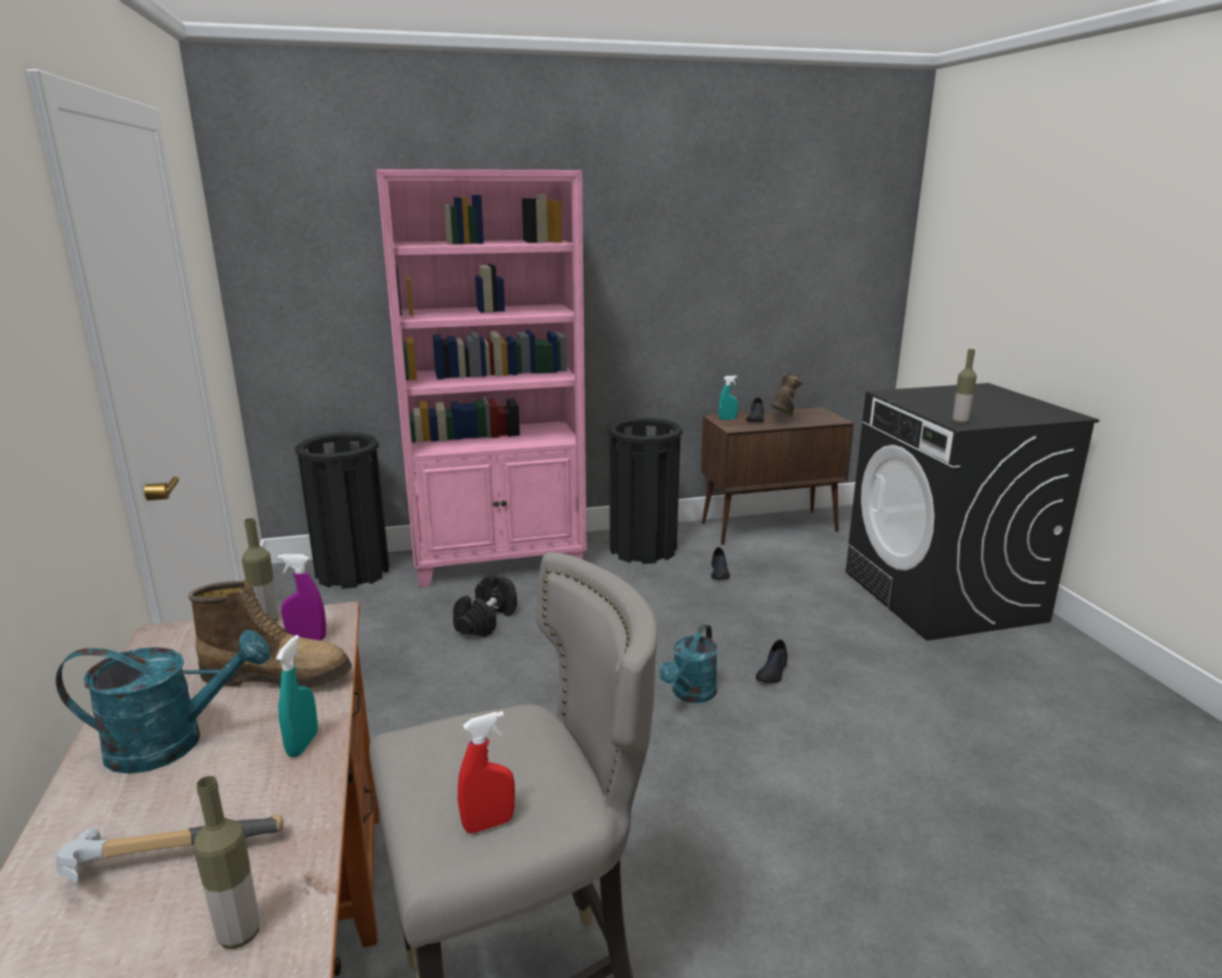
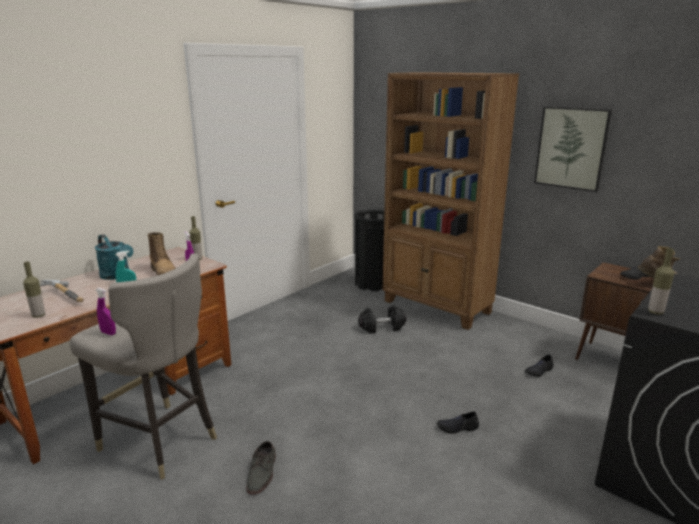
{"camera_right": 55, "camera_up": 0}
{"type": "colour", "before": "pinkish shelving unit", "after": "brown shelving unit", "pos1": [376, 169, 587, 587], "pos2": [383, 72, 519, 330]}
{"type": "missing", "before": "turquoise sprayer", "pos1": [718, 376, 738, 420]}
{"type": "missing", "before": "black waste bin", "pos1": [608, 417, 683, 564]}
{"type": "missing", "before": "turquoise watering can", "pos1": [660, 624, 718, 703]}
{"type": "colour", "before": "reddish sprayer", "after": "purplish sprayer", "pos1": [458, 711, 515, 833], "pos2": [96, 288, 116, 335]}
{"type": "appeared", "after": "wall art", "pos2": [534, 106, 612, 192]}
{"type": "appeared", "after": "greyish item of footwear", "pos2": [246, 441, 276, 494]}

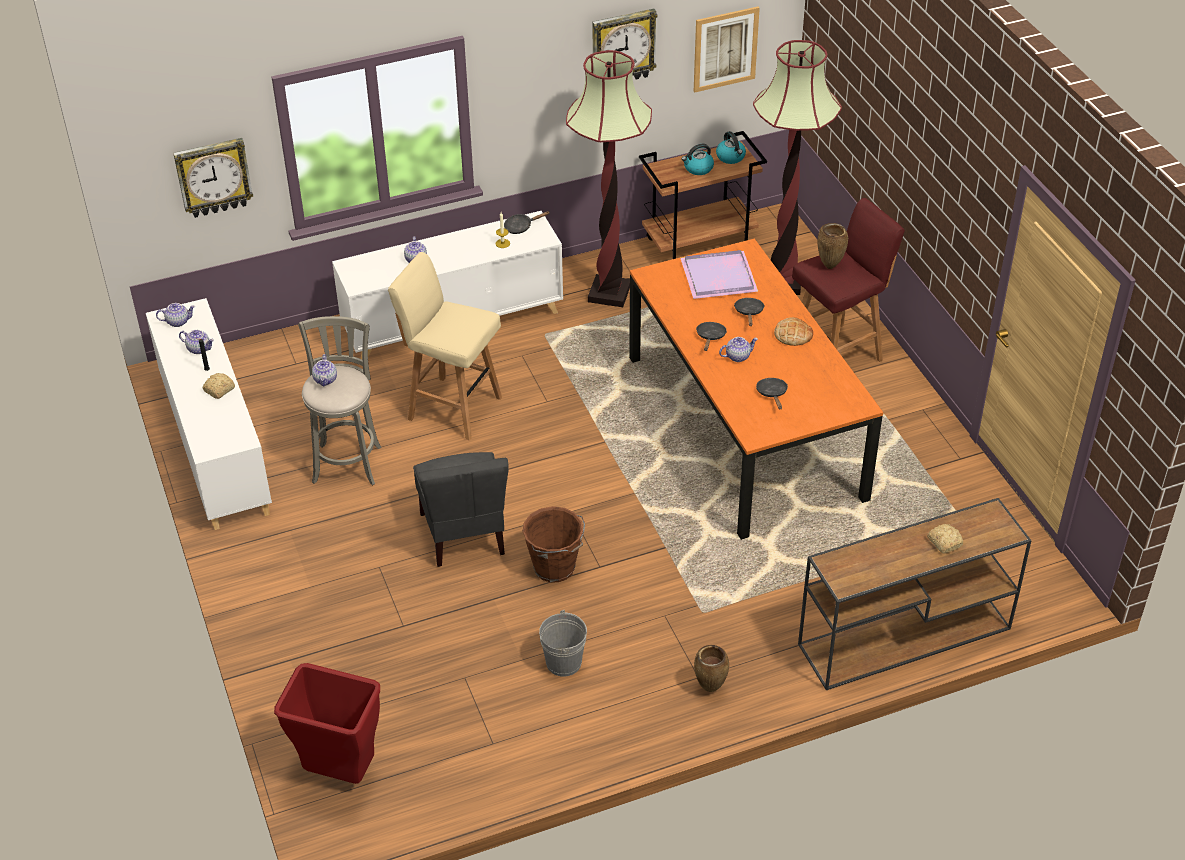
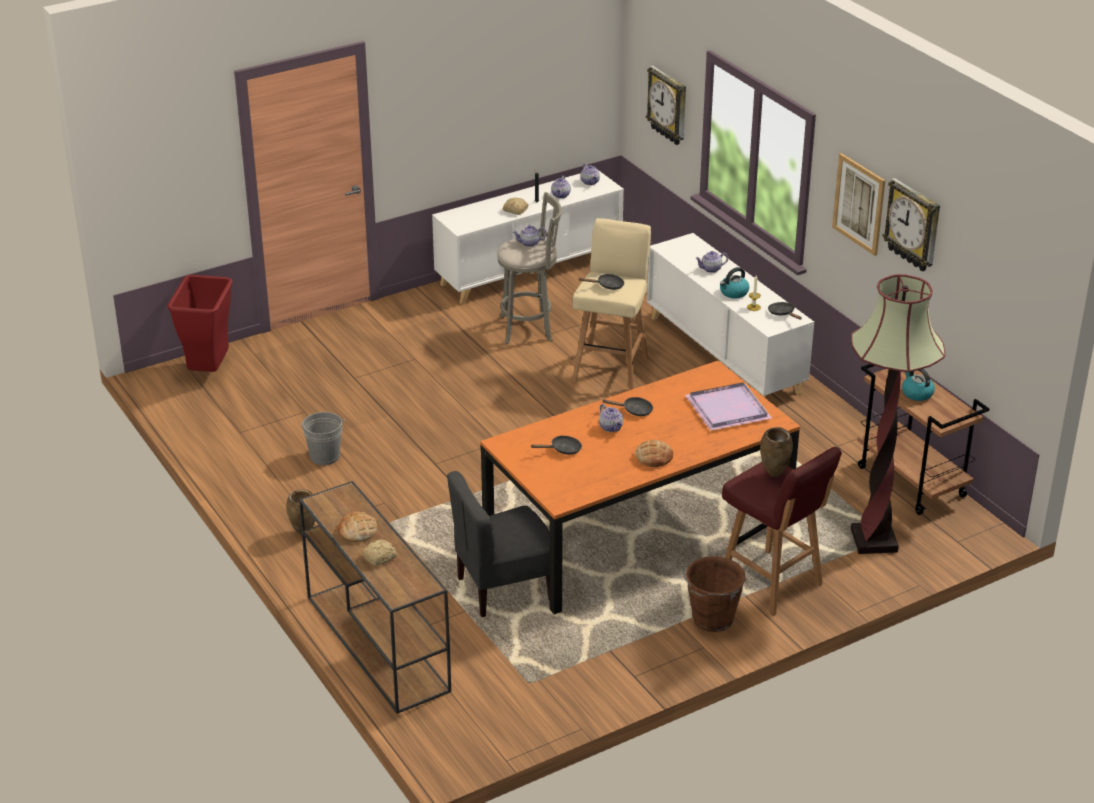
{"camera_right": 80, "camera_up": -10}
{"type": "relocated", "before": "wall art", "pos1": [694, 7, 760, 92], "pos2": [832, 153, 885, 256]}
{"type": "missing", "before": "standing lamp", "pos1": [566, 50, 652, 307]}
{"type": "relocated", "before": "water kettle", "pos1": [716, 131, 746, 164], "pos2": [720, 267, 749, 298]}
{"type": "relocated", "before": "black pan", "pos1": [734, 298, 765, 326], "pos2": [578, 274, 624, 290]}
{"type": "relocated", "before": "greyish plain chair", "pos1": [413, 452, 509, 567], "pos2": [447, 471, 550, 617]}
{"type": "relocated", "before": "brown water bucket", "pos1": [523, 506, 585, 582], "pos2": [683, 556, 746, 632]}
{"type": "appeared", "after": "baked bread", "pos2": [337, 511, 377, 542]}

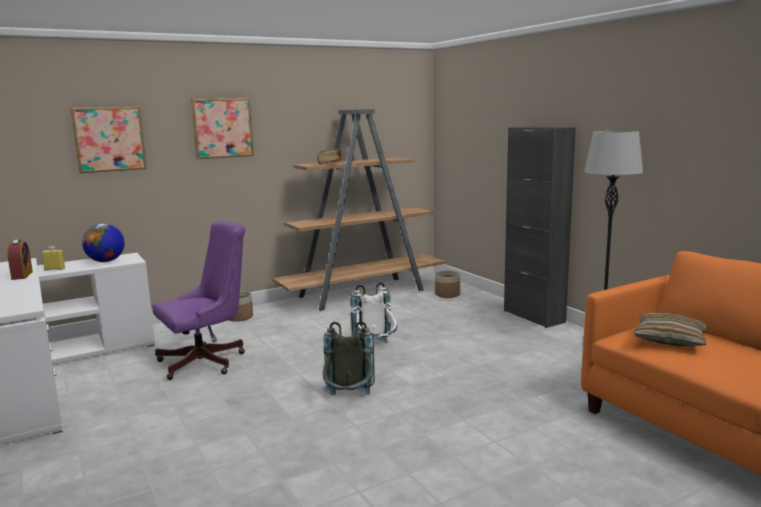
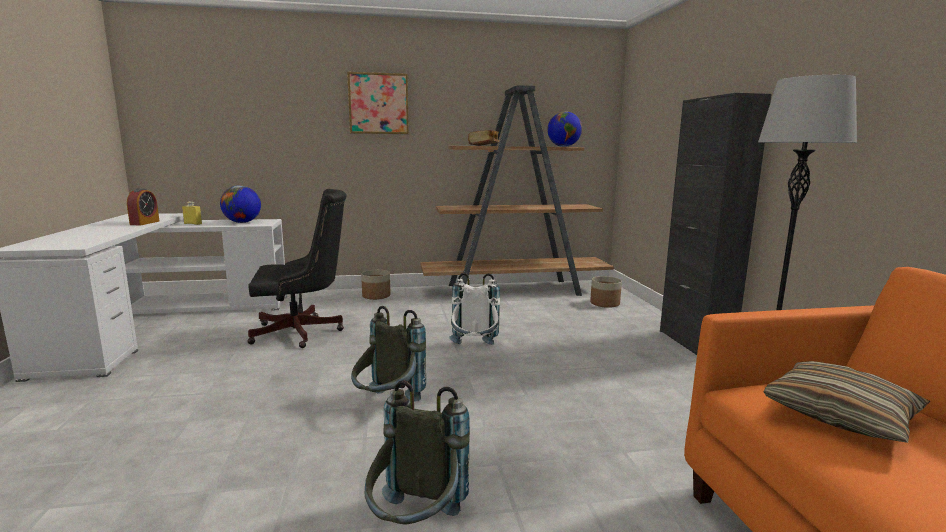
{"camera_right": 20, "camera_up": 0}
{"type": "missing", "before": "wall art", "pos1": [71, 107, 147, 173]}
{"type": "colour", "before": "purplish desk chair", "after": "black desk chair", "pos1": [152, 221, 245, 380], "pos2": [247, 189, 347, 348]}
{"type": "appeared", "after": "globe", "pos2": [547, 111, 582, 147]}
{"type": "appeared", "after": "greyish backpack", "pos2": [364, 380, 470, 525]}

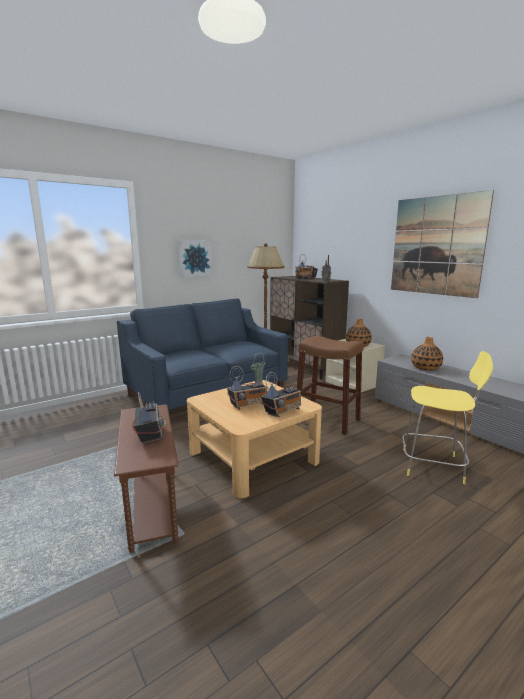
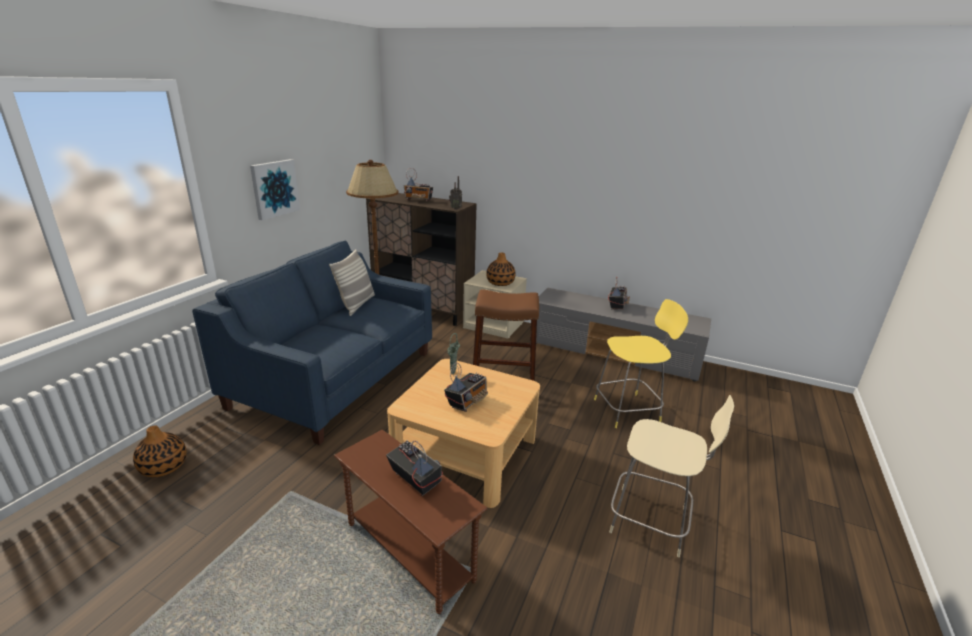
{"camera_right": -30, "camera_up": 10}
{"type": "missing", "before": "wall art", "pos1": [391, 190, 494, 298]}
{"type": "relocated", "before": "decorative vase", "pos1": [411, 337, 443, 370], "pos2": [133, 426, 187, 477]}
{"type": "relocated", "before": "radio receiver", "pos1": [261, 372, 301, 417], "pos2": [608, 277, 630, 310]}
{"type": "appeared", "after": "throw pillow", "pos2": [329, 249, 375, 316]}
{"type": "appeared", "after": "beige stool", "pos2": [609, 395, 734, 557]}

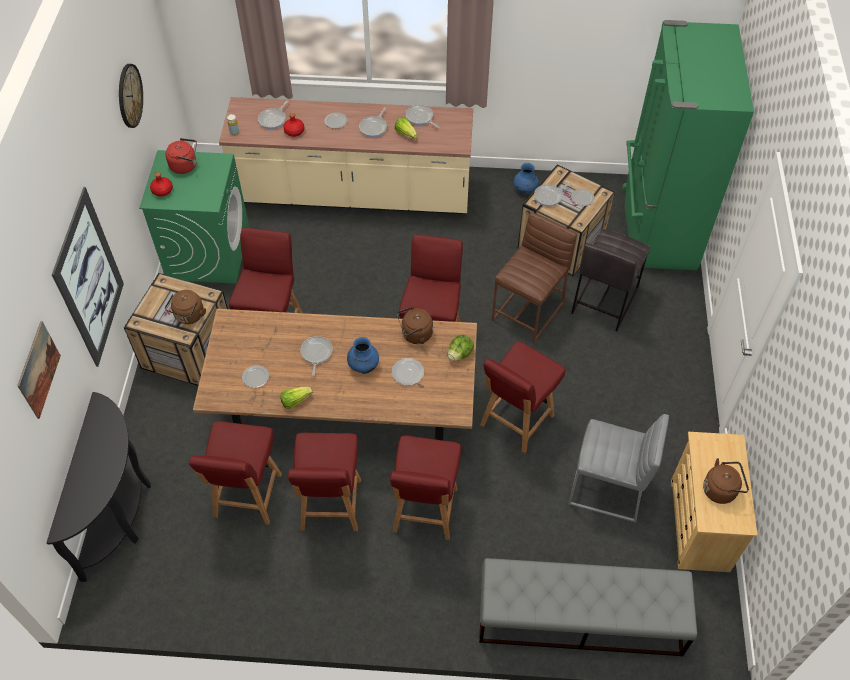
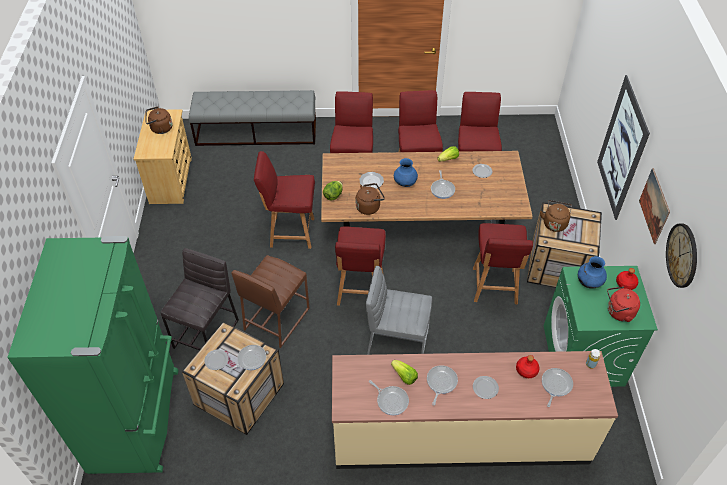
{"camera_right": 175, "camera_up": -5}
{"type": "relocated", "before": "bluish decorative vase", "pos1": [513, 163, 539, 194], "pos2": [578, 256, 607, 289]}
{"type": "relocated", "before": "wall art", "pos1": [17, 321, 61, 419], "pos2": [639, 168, 670, 244]}
{"type": "spun", "before": "reddish plain chair", "pos1": [480, 341, 566, 453], "pos2": [254, 151, 315, 249], "turn": -120}
{"type": "missing", "before": "black hall table", "pos1": [46, 392, 151, 582]}
{"type": "relocated", "before": "greyish stool", "pos1": [568, 414, 669, 522], "pos2": [366, 266, 432, 355]}

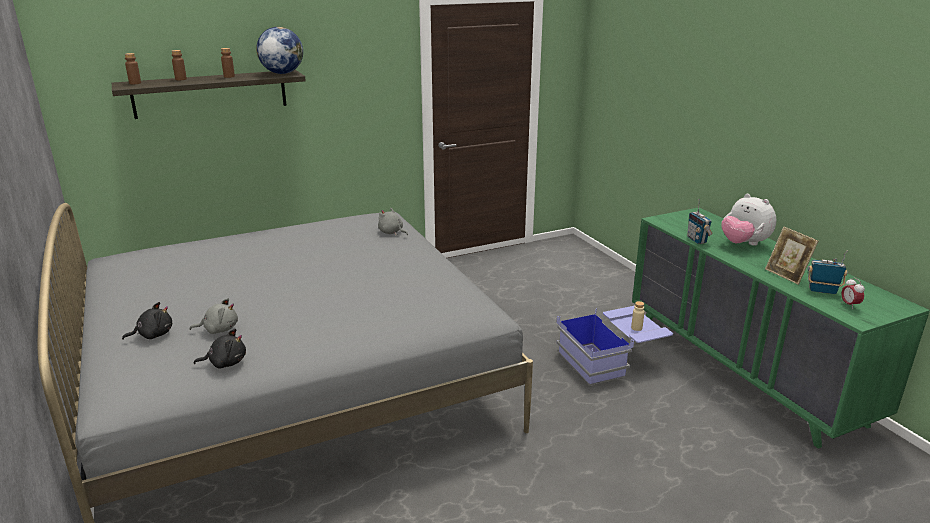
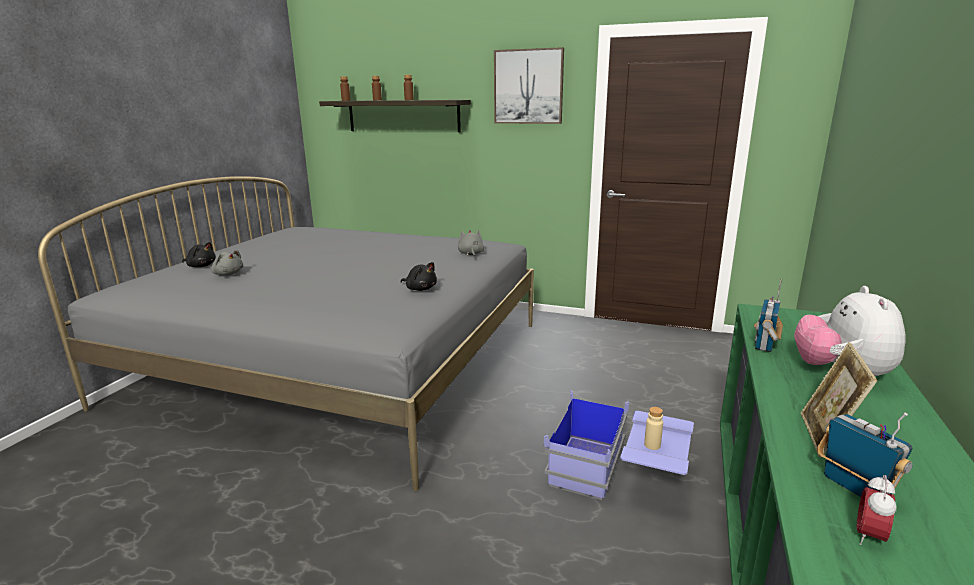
{"camera_right": 45, "camera_up": -5}
{"type": "missing", "before": "globe", "pos1": [256, 27, 303, 74]}
{"type": "relocated", "before": "black plush toy", "pos1": [194, 329, 246, 369], "pos2": [401, 262, 437, 291]}
{"type": "appeared", "after": "wall art", "pos2": [494, 47, 564, 124]}

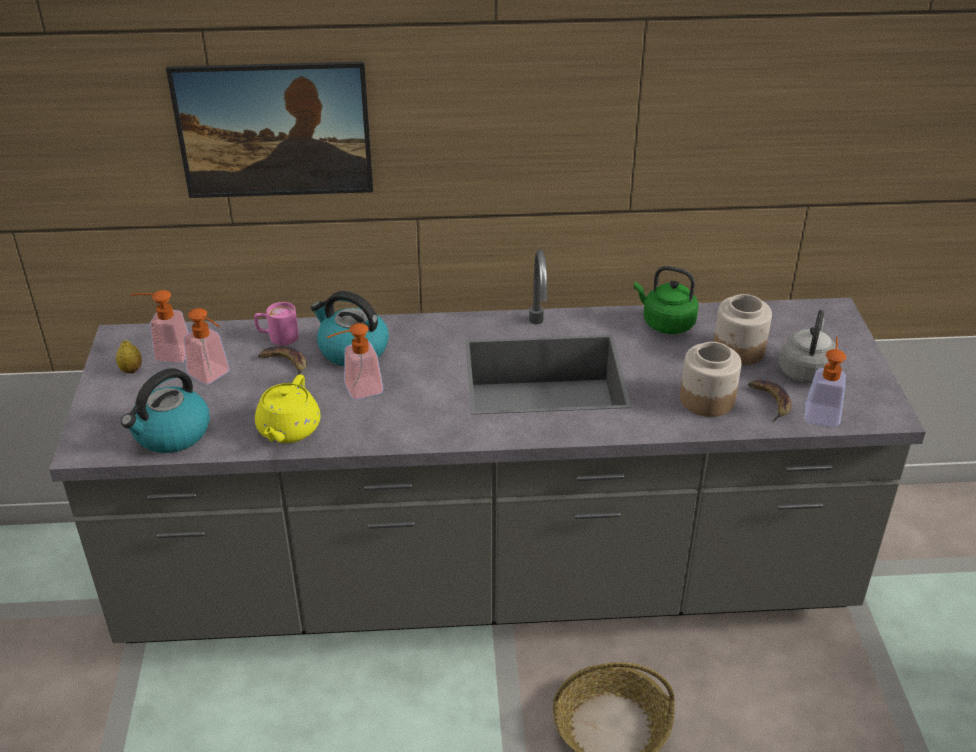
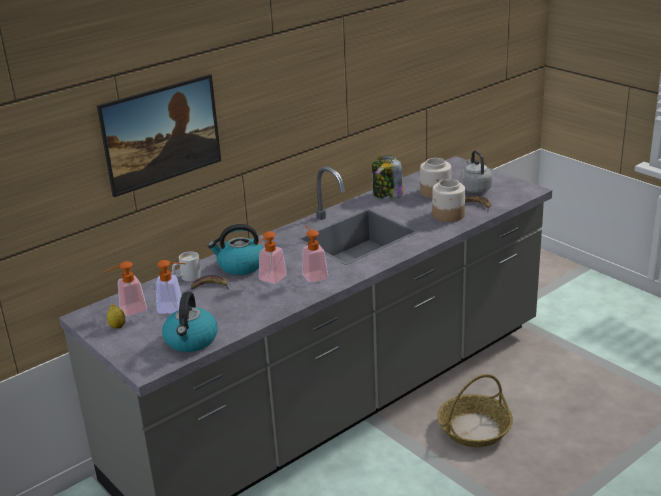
{"camera_right": -35, "camera_up": -10}
{"type": "exchanged", "before": "green water kettle", "after": "preserve jar", "pos1": [634, 266, 699, 334], "pos2": [372, 155, 403, 199]}
{"type": "colour", "before": "pinkish mug", "after": "white mug", "pos1": [254, 302, 299, 346], "pos2": [172, 251, 201, 281]}
{"type": "relocated", "before": "liquid soap bottle", "pos1": [804, 337, 846, 427], "pos2": [302, 225, 328, 283]}
{"type": "missing", "before": "yellow-coloured teapot", "pos1": [255, 374, 320, 443]}

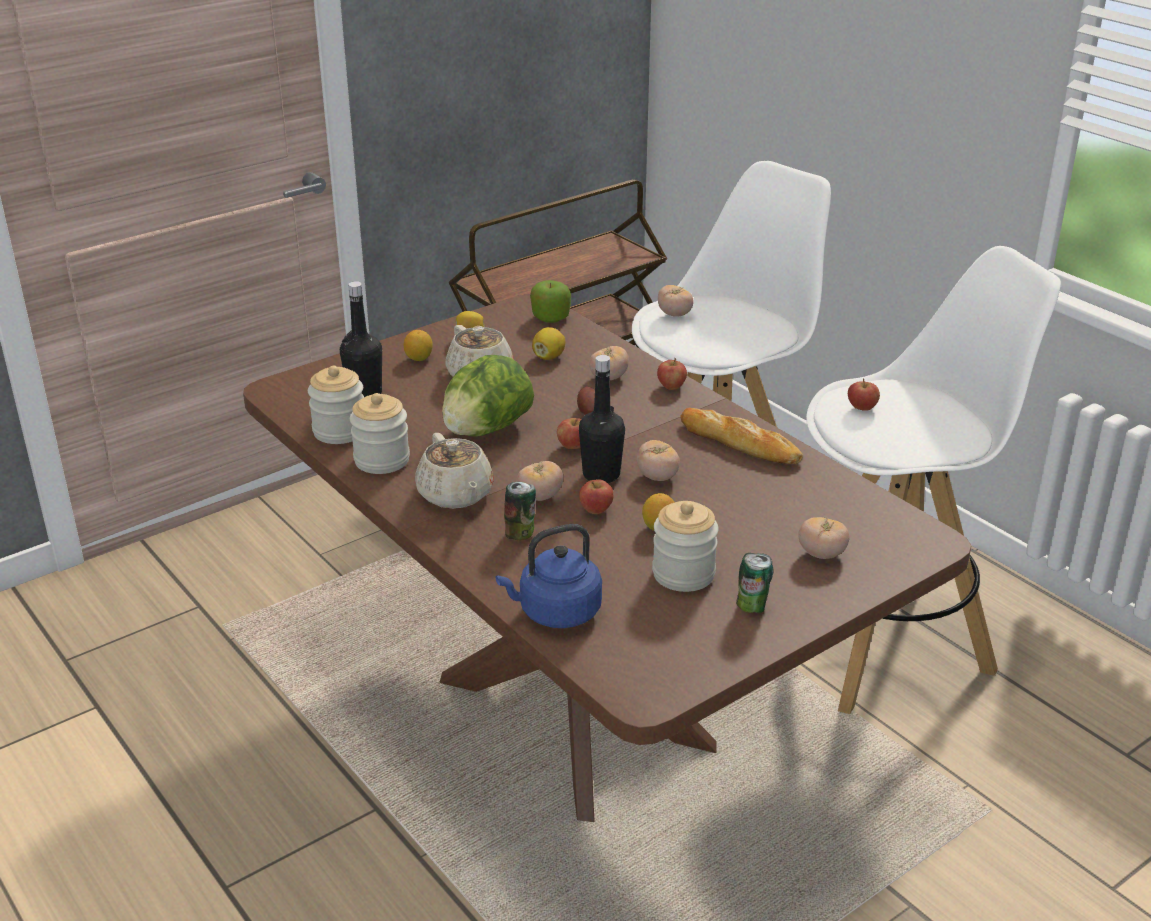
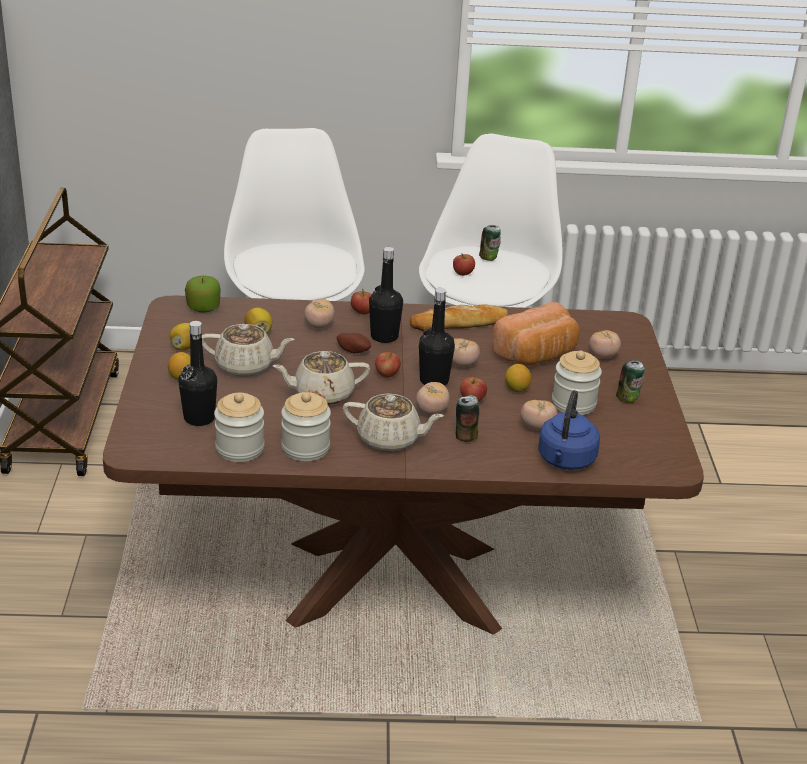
{"camera_right": -55, "camera_up": 0}
{"type": "relocated", "before": "fresh tomato", "pos1": [658, 285, 694, 317], "pos2": [520, 400, 557, 430]}
{"type": "exchanged", "before": "head of lettuce", "after": "beige teapot", "pos1": [442, 355, 534, 437], "pos2": [273, 351, 370, 406]}
{"type": "appeared", "after": "metal can", "pos2": [479, 225, 501, 261]}
{"type": "appeared", "after": "black drink bottle", "pos2": [369, 247, 403, 343]}
{"type": "appeared", "after": "baked bread", "pos2": [492, 302, 580, 366]}

